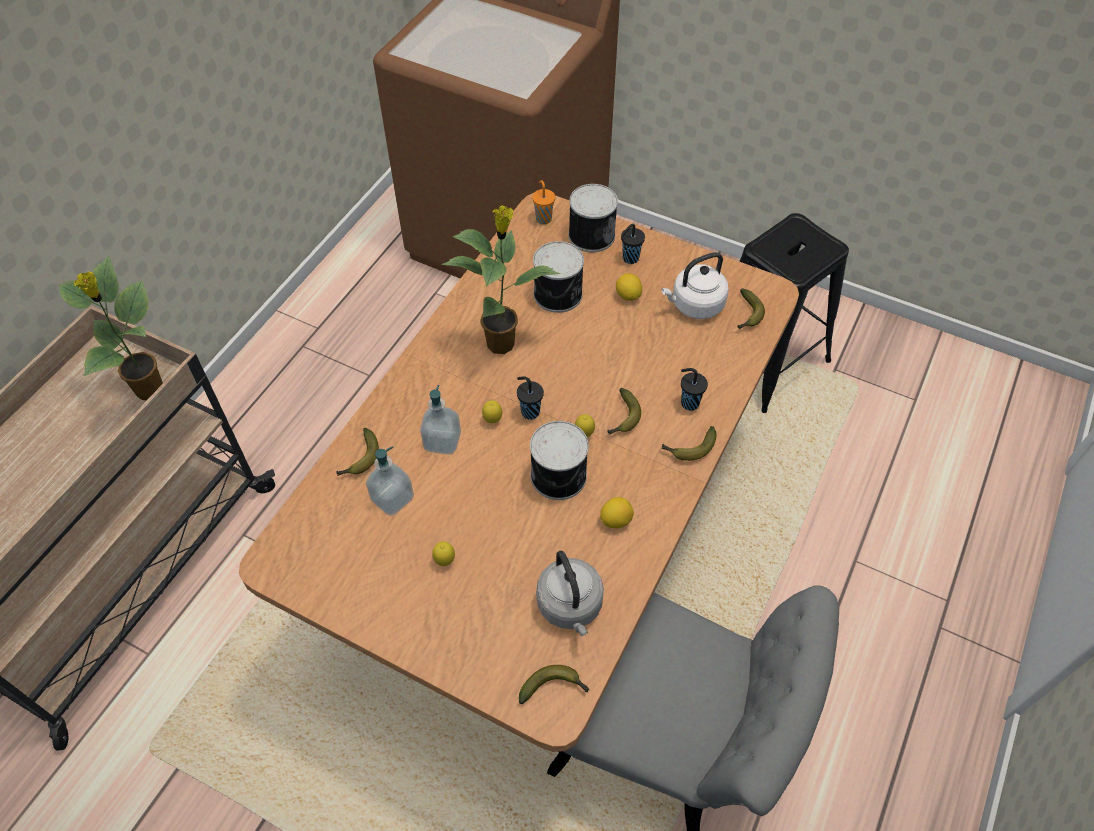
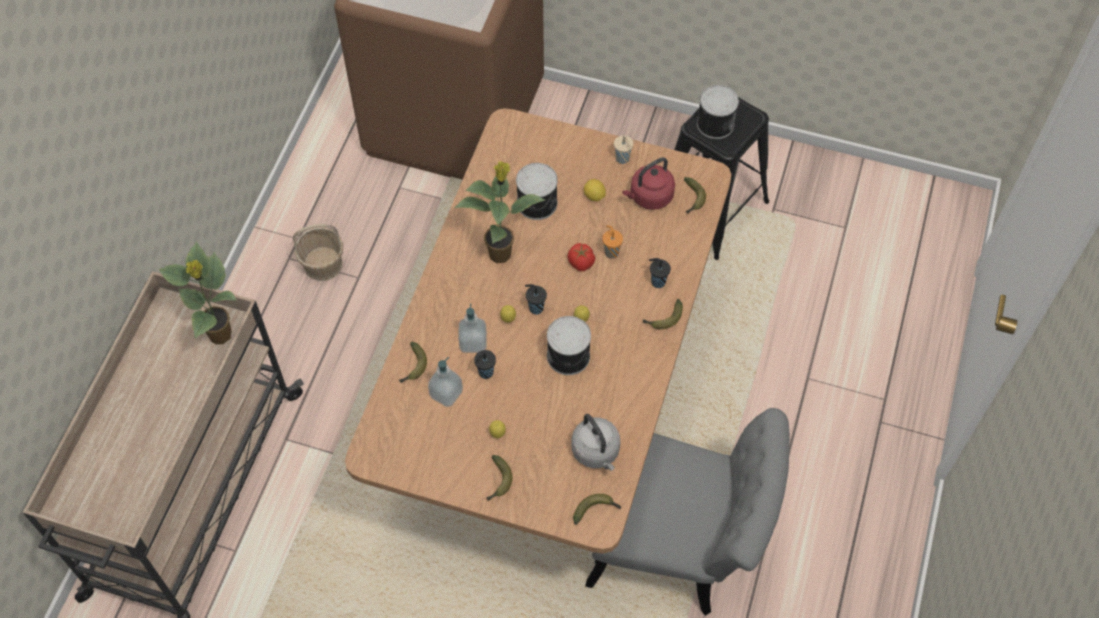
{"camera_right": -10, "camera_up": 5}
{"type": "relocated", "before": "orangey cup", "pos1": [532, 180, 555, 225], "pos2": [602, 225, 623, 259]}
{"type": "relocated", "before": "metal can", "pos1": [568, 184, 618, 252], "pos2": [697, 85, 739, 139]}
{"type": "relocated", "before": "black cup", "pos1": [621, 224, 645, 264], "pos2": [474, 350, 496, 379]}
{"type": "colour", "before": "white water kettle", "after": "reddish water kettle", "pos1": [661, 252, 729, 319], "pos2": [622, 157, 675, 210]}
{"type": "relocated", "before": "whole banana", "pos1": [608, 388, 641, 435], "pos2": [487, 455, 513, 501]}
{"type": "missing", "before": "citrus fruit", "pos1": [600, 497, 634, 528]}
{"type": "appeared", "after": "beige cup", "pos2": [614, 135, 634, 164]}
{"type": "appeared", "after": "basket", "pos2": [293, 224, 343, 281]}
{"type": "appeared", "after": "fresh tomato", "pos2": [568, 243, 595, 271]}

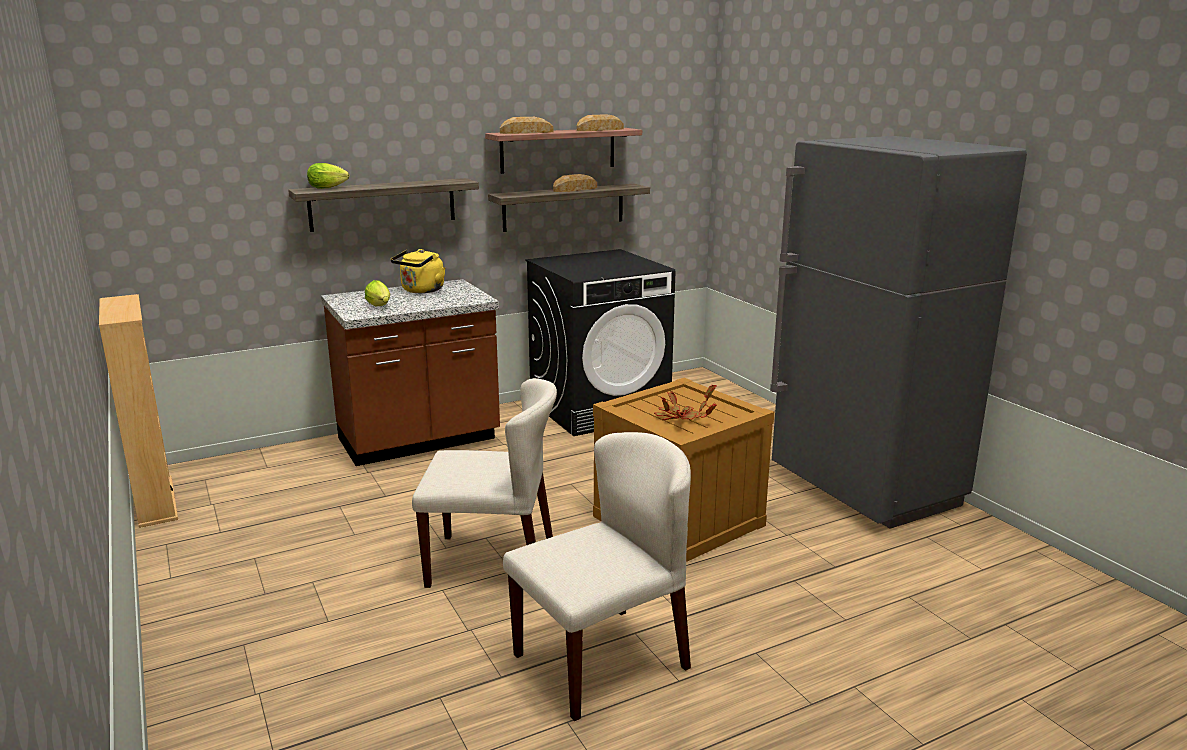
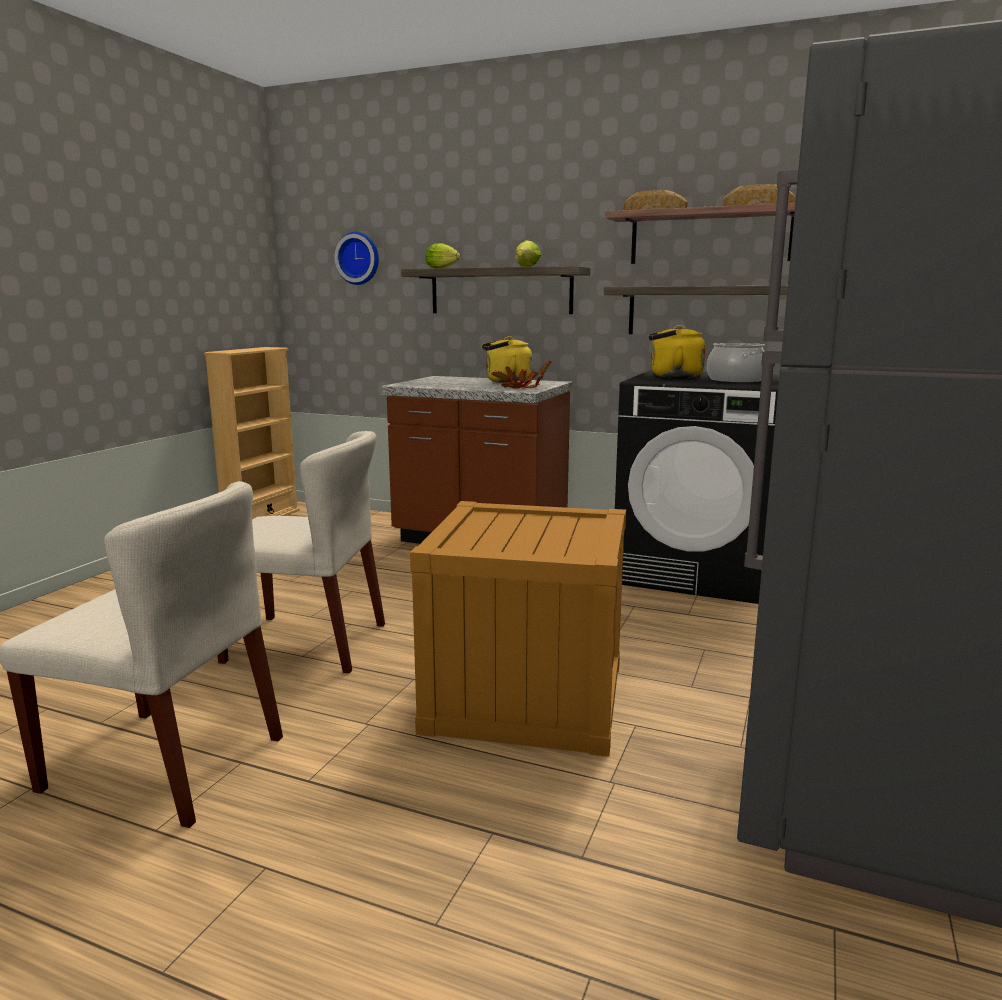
{"camera_right": 50, "camera_up": -5}
{"type": "missing", "before": "baked bread", "pos1": [553, 174, 597, 192]}
{"type": "relocated", "before": "head of lettuce", "pos1": [365, 280, 390, 306], "pos2": [515, 240, 541, 267]}
{"type": "spun", "before": "beige plain chair", "pos1": [412, 378, 557, 588], "pos2": [217, 431, 385, 673], "turn": -45}
{"type": "relocated", "before": "houseplant", "pos1": [654, 384, 717, 420], "pos2": [491, 361, 552, 389]}
{"type": "appeared", "after": "hanging clock", "pos2": [335, 232, 379, 285]}
{"type": "appeared", "after": "yellow-coloured water kettle", "pos2": [649, 325, 705, 378]}
{"type": "appeared", "after": "cooking pot", "pos2": [707, 343, 765, 383]}

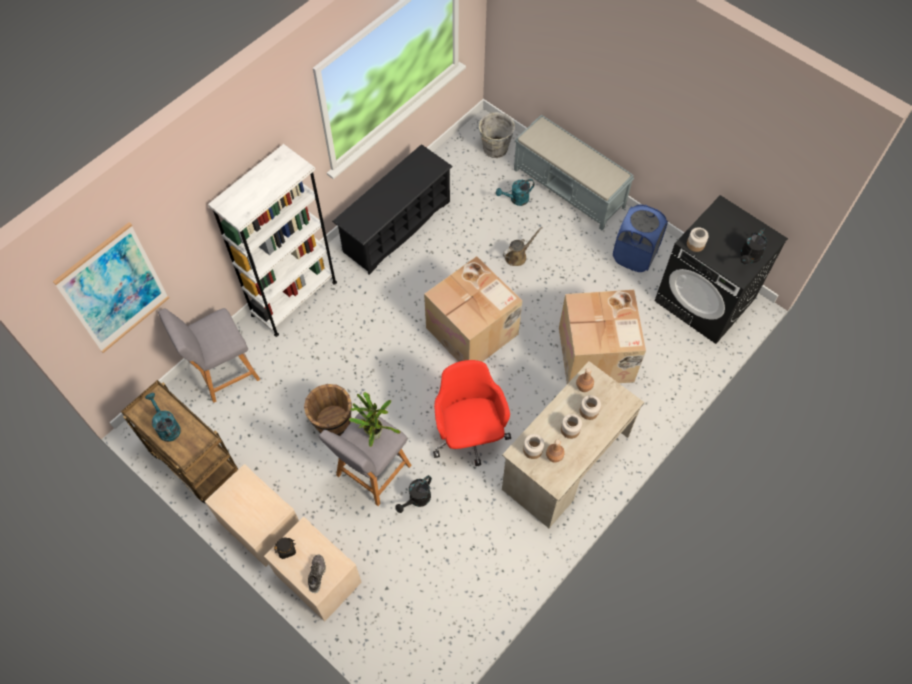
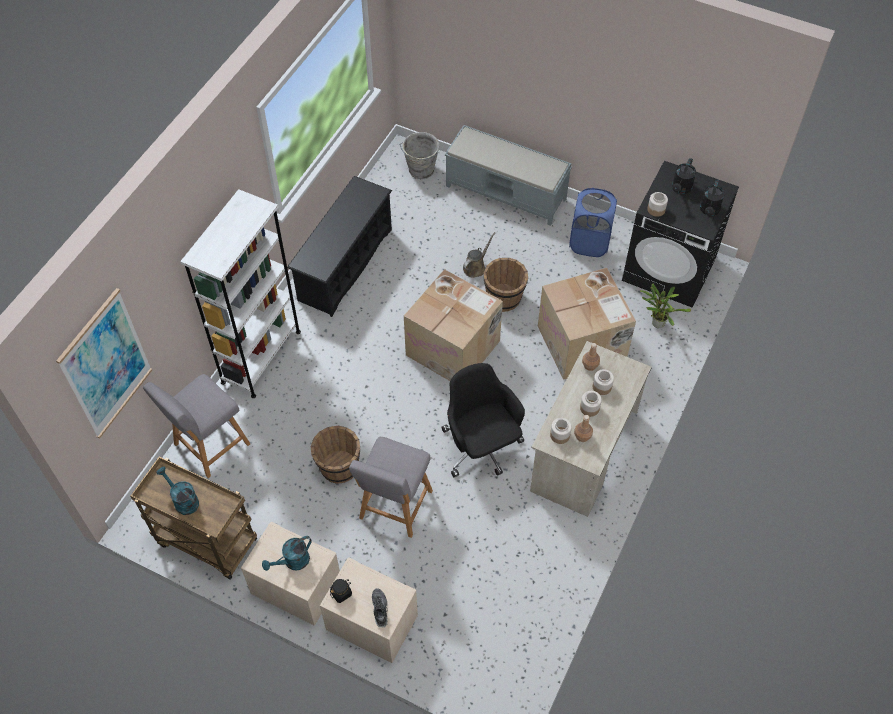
{"camera_right": -15, "camera_up": -5}
{"type": "relocated", "before": "turquoise watering can", "pos1": [496, 179, 535, 206], "pos2": [262, 536, 312, 571]}
{"type": "colour", "before": "reddish desk chair", "after": "black desk chair", "pos1": [433, 360, 511, 466], "pos2": [441, 363, 525, 477]}
{"type": "relocated", "before": "houseplant", "pos1": [349, 392, 400, 447], "pos2": [640, 283, 691, 328]}
{"type": "relocated", "before": "black watering can", "pos1": [396, 475, 432, 513], "pos2": [672, 158, 696, 194]}
{"type": "appeared", "after": "brown water bucket", "pos2": [484, 258, 528, 312]}

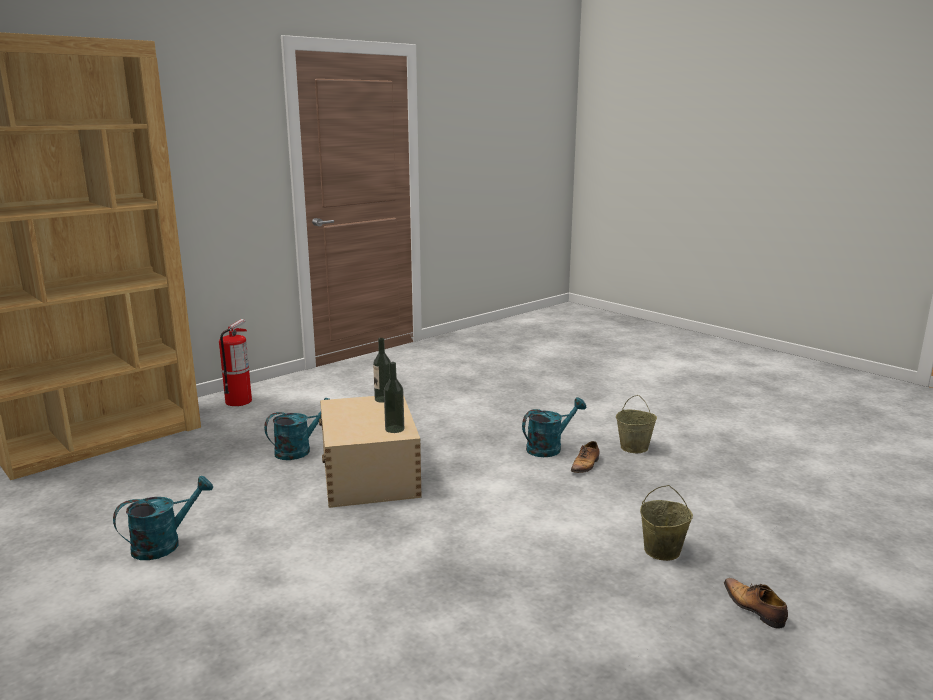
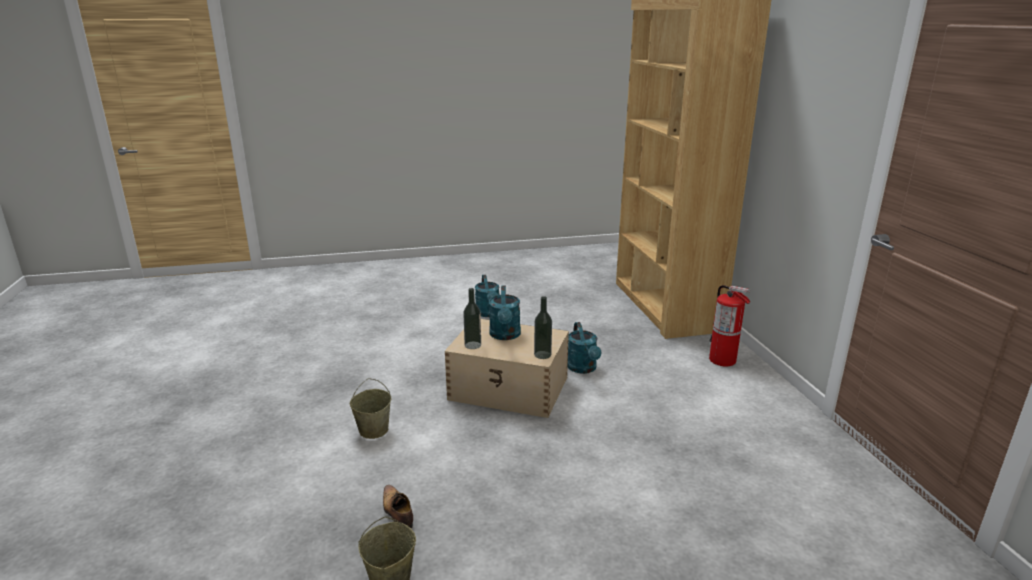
{"camera_right": 120, "camera_up": 5}
{"type": "relocated", "before": "turquoise watering can", "pos1": [522, 397, 586, 457], "pos2": [489, 286, 521, 340]}
{"type": "relocated", "before": "beige water bucket", "pos1": [640, 485, 693, 561], "pos2": [350, 378, 391, 439]}
{"type": "missing", "before": "item of footwear", "pos1": [724, 578, 788, 628]}

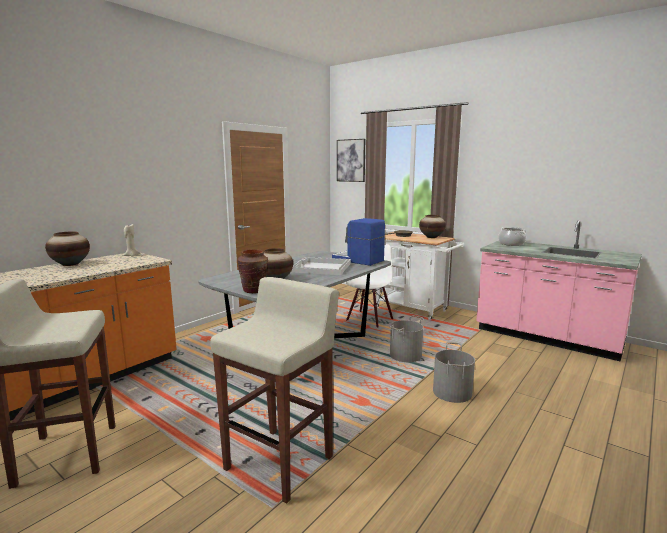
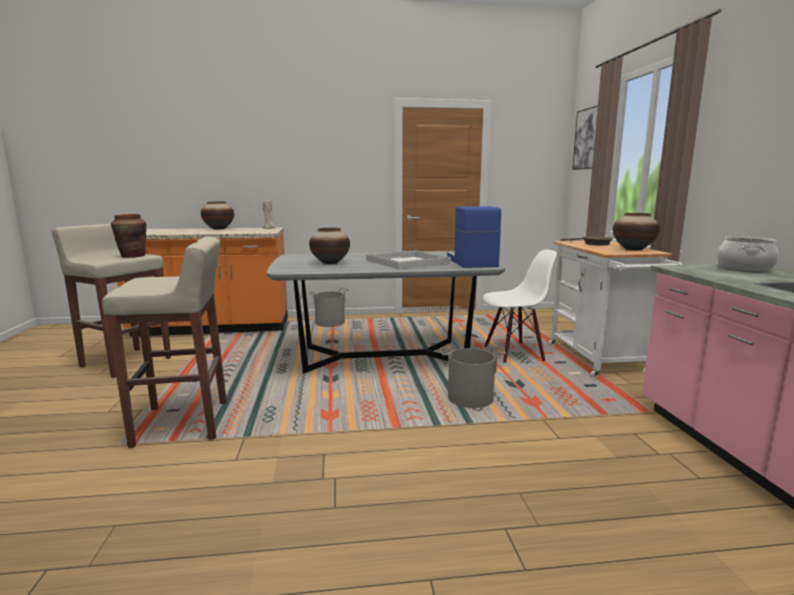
{"camera_right": 45, "camera_up": 0}
{"type": "relocated", "before": "brown decorative vase", "pos1": [238, 249, 268, 293], "pos2": [111, 214, 147, 258]}
{"type": "relocated", "before": "greyish water bucket", "pos1": [433, 342, 475, 403], "pos2": [308, 288, 350, 327]}

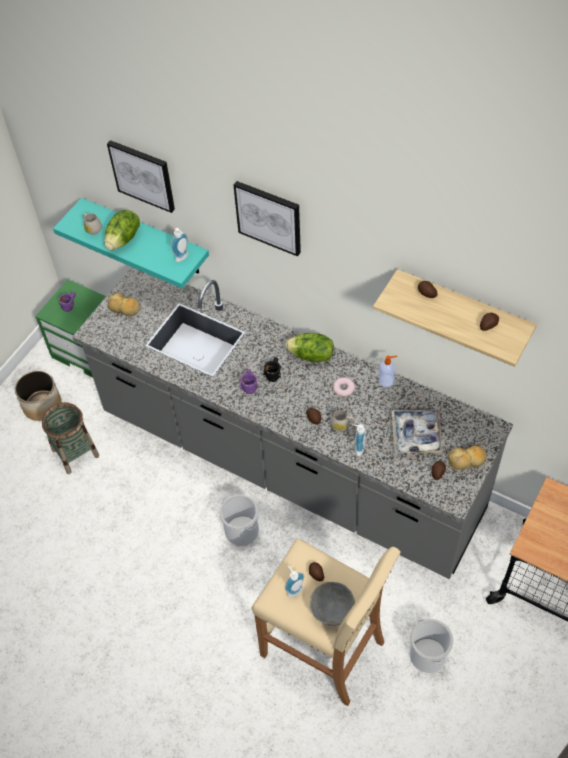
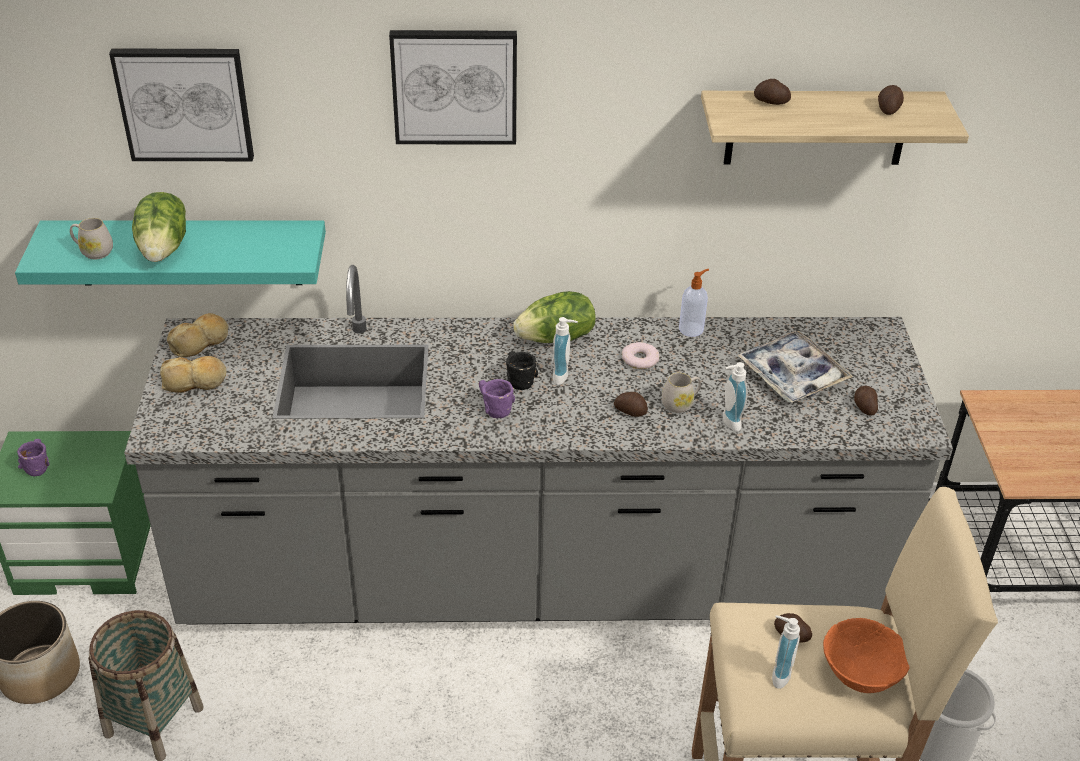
{"camera_right": -35, "camera_up": -15}
{"type": "relocated", "before": "liquid soap bottle", "pos1": [171, 228, 189, 262], "pos2": [553, 317, 578, 385]}
{"type": "relocated", "before": "baked bread", "pos1": [448, 445, 487, 470], "pos2": [167, 313, 228, 357]}
{"type": "missing", "before": "water bucket", "pos1": [219, 494, 259, 546]}
{"type": "colour", "before": "greyish serving bowl", "after": "orangey serving bowl", "pos1": [310, 582, 355, 626], "pos2": [823, 618, 909, 693]}

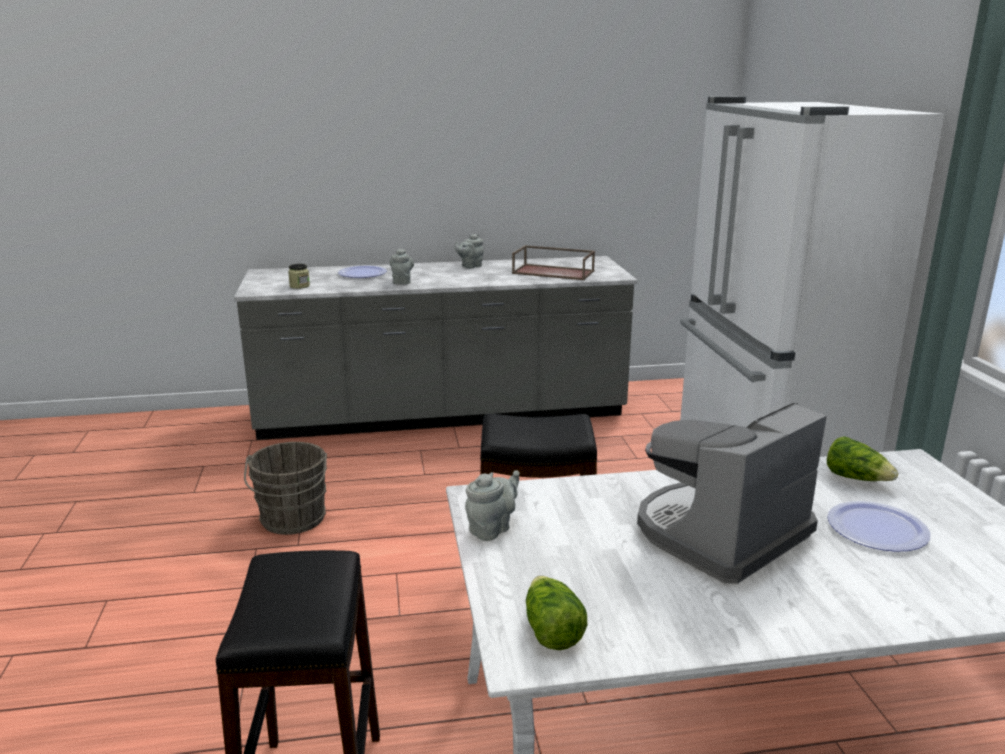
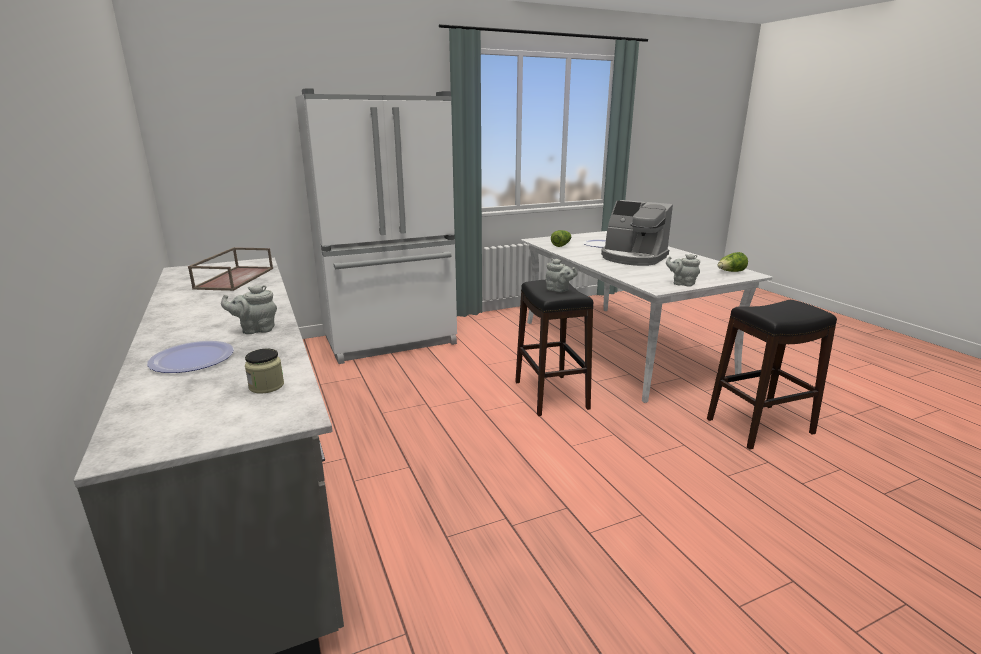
{"camera_right": -105, "camera_up": 0}
{"type": "relocated", "before": "greyish teapot", "pos1": [455, 234, 484, 268], "pos2": [546, 258, 578, 292]}
{"type": "missing", "before": "greyish water bucket", "pos1": [244, 442, 327, 535]}

